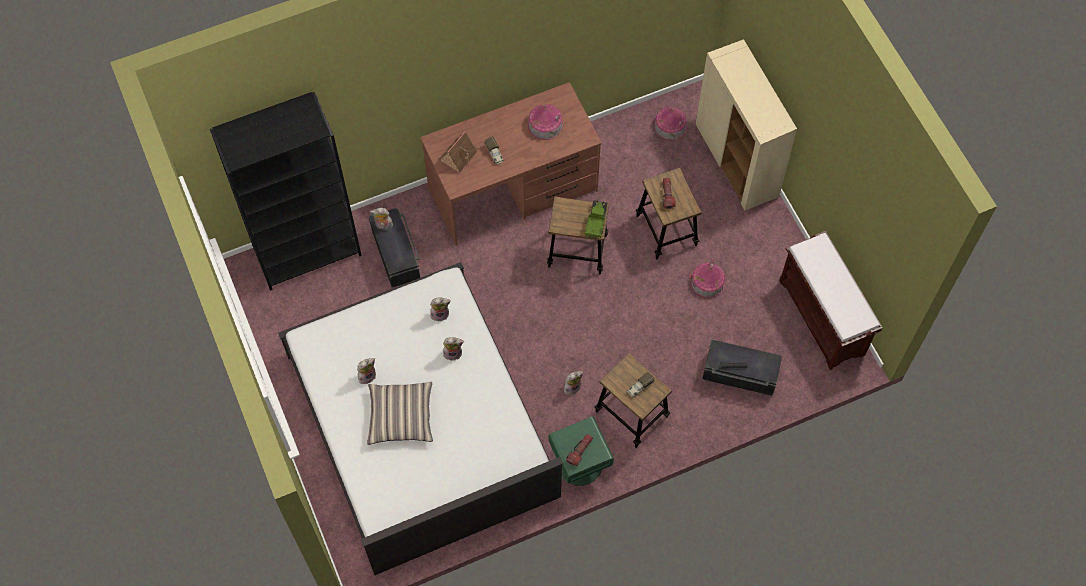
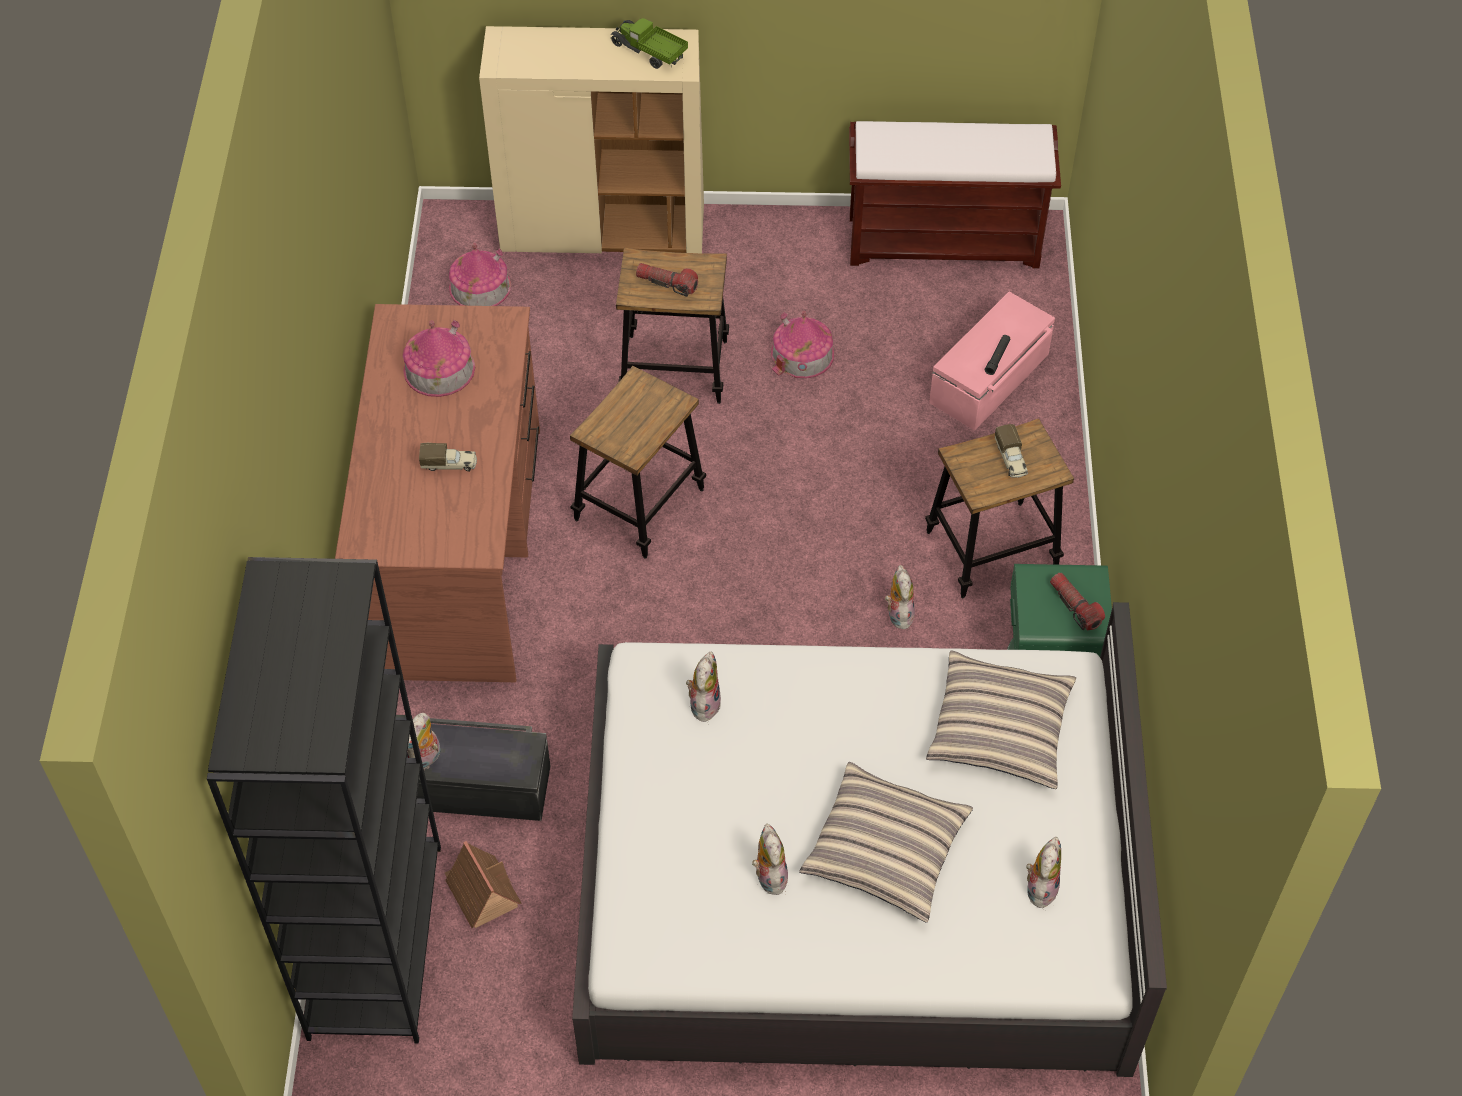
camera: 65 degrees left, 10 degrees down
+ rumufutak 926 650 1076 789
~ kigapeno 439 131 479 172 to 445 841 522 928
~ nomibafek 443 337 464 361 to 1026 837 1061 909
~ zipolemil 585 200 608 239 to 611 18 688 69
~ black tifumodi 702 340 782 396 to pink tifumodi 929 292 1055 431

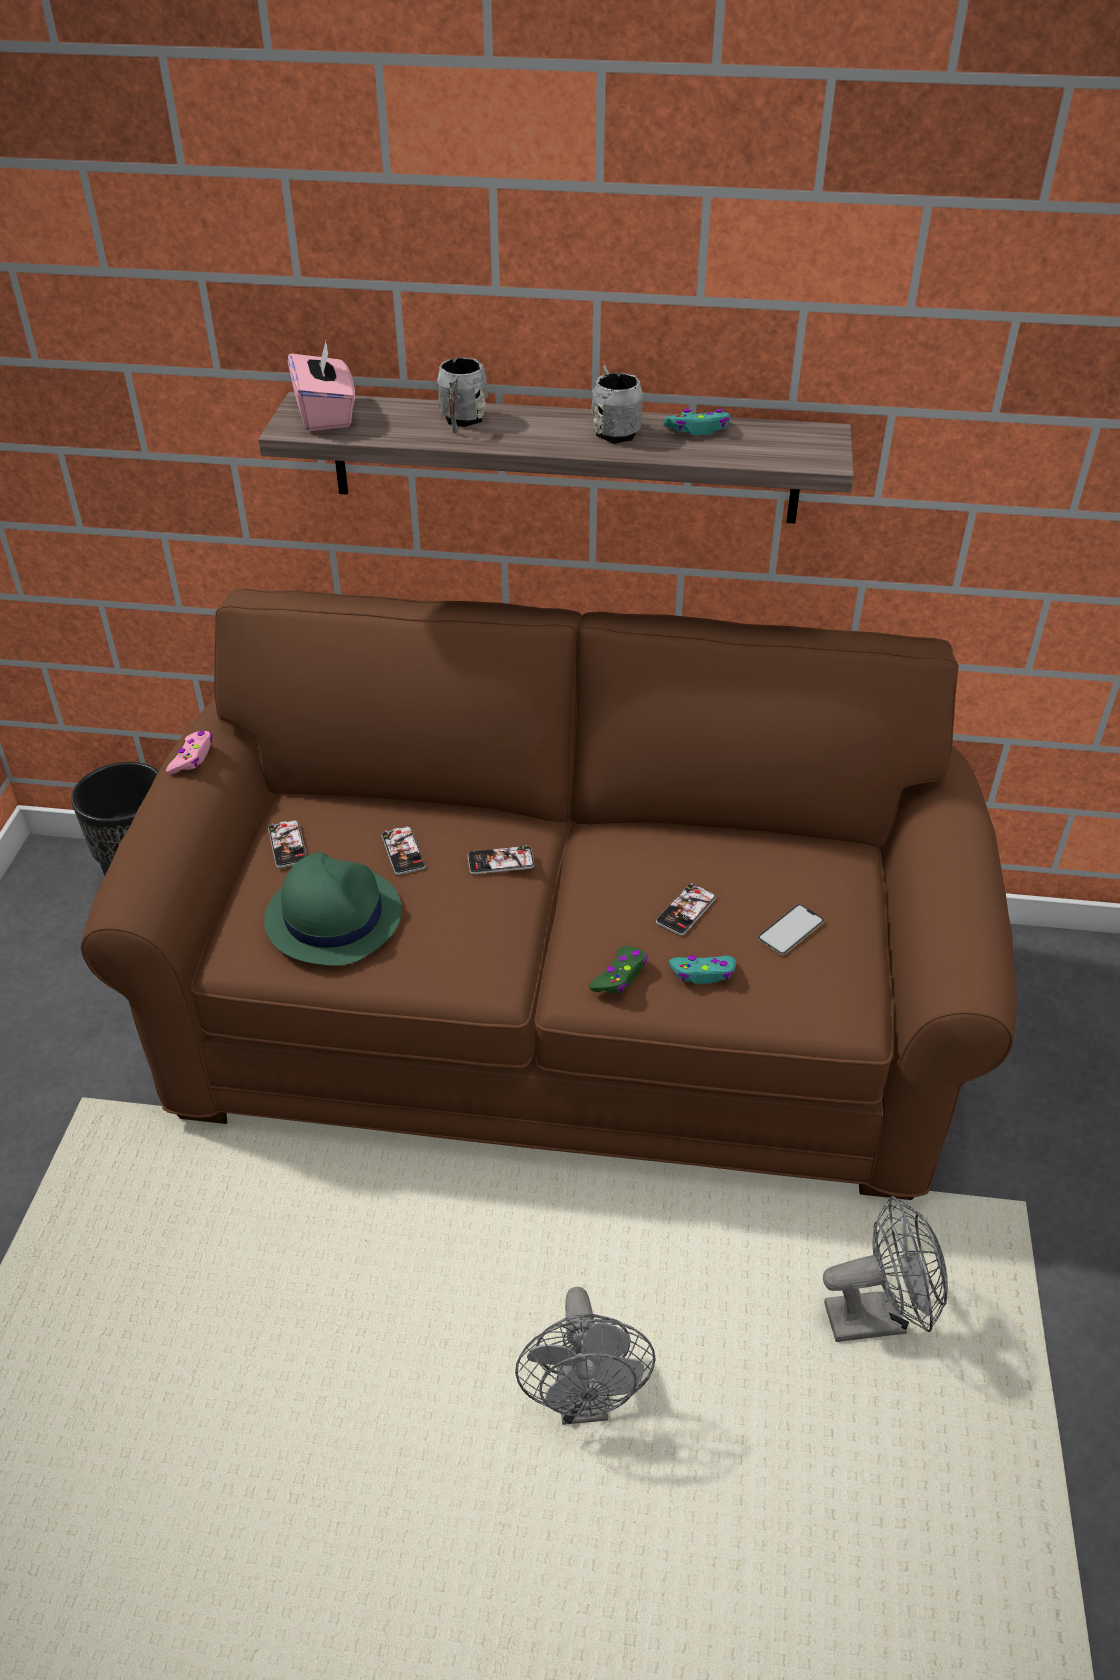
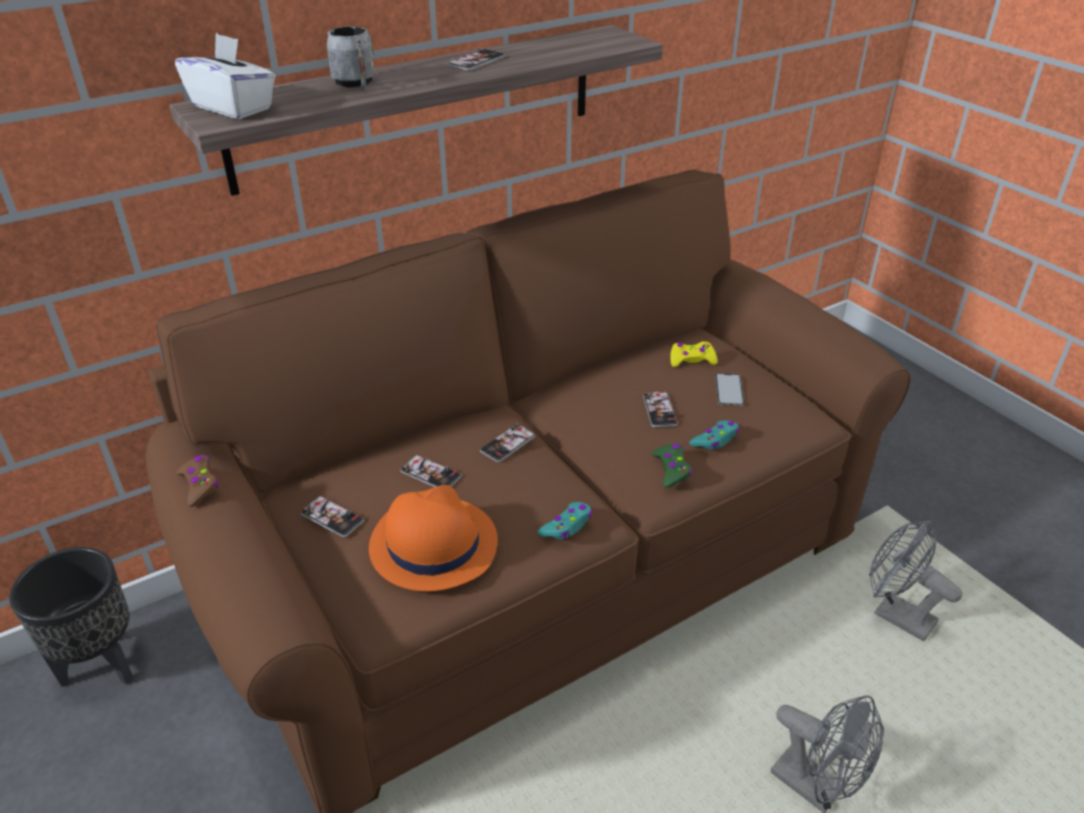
camera: 40 degrees left, 5 degrees down
+ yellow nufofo 670 341 718 367
~ turquoise nufofo 663 409 731 435 to 538 502 593 539
~ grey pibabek 591 365 643 444 to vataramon 448 48 505 71
~ pink nufofo 166 731 212 774 to brown nufofo 176 455 218 507
~ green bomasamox 264 852 402 966 to orange bomasamox 369 485 498 591
~ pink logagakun 288 341 355 431 to white logagakun 175 33 275 119
~ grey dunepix 823 1196 948 1342 = 869 520 962 641 90 degrees counterclockwise

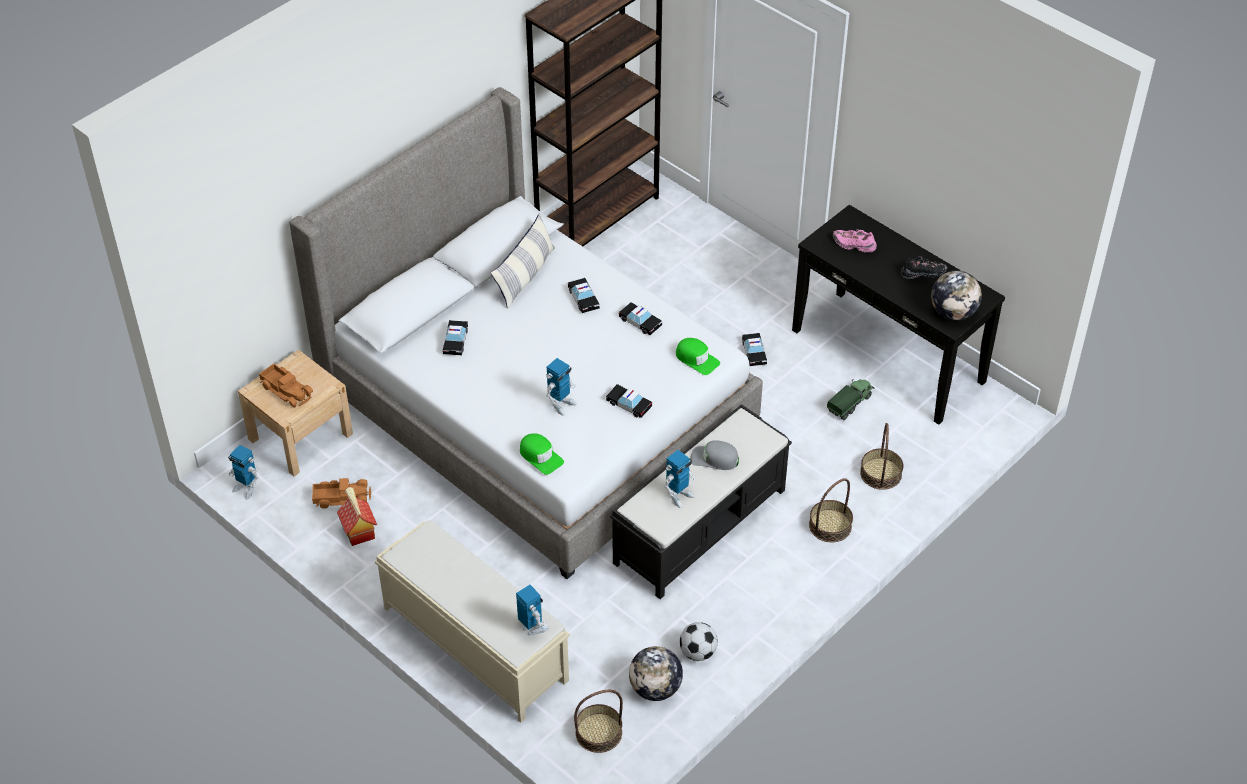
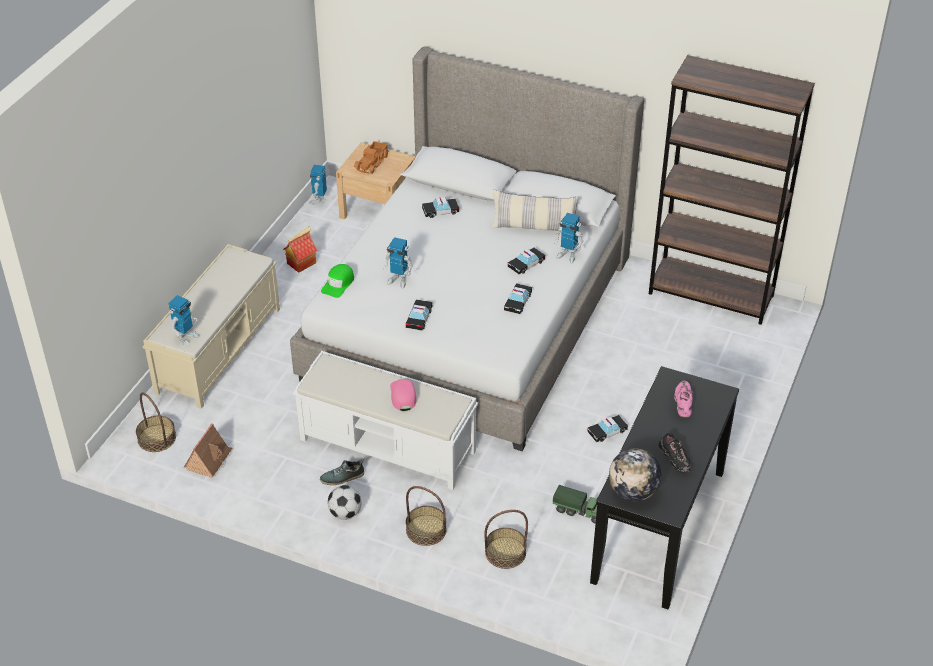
camera: 70 degrees right, 5 degrees down
- zipolemil 312 478 371 509
- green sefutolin 676 338 720 375
+ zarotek 320 459 364 485
~ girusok 665 450 695 508 to 554 213 583 263
~ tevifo 680 622 718 661 to 328 485 362 520
~ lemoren 629 646 683 701 to kigapeno 184 423 232 478
~ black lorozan 610 404 792 599 to white lorozan 293 351 478 490
~ grey sefutolin 690 440 739 470 to pink sefutolin 390 379 417 411

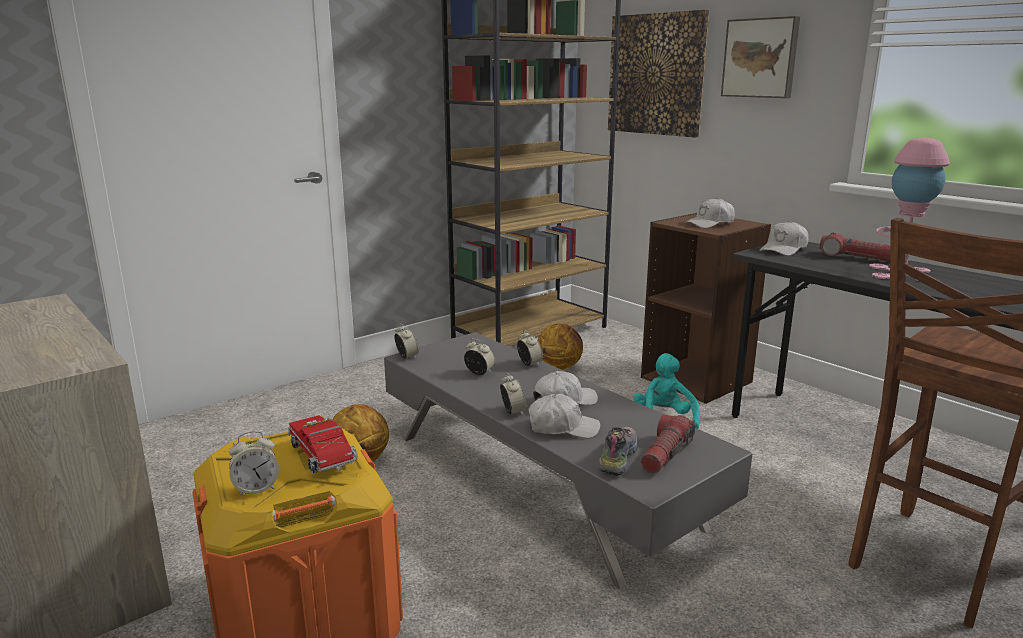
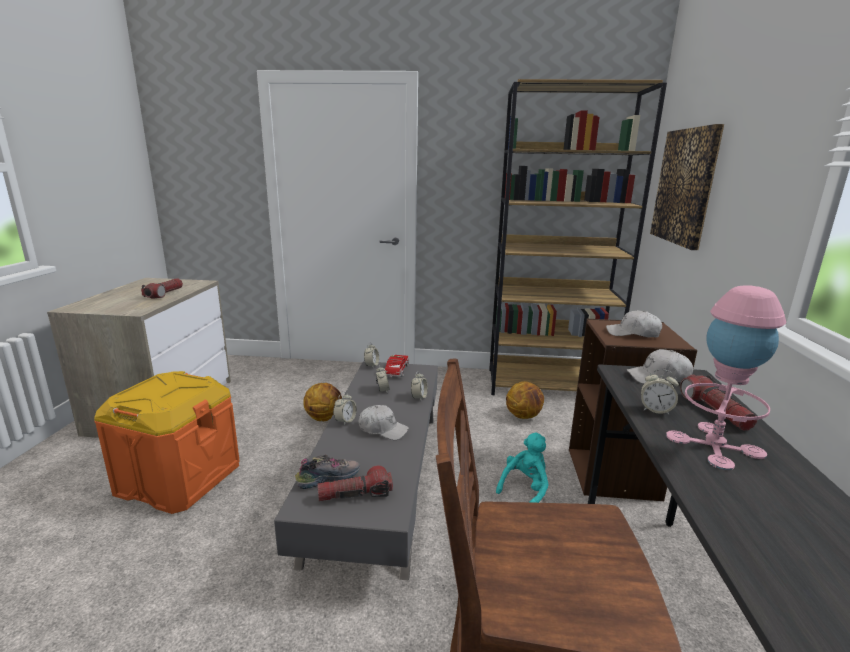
camera: 45 degrees right, 0 degrees up
- white sefutolin 529 394 600 438
- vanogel 721 16 800 98
+ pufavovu 141 278 183 298
~ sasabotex 229 431 279 496 to 641 369 679 415
~ zipolemil 288 415 357 473 to 383 355 409 377

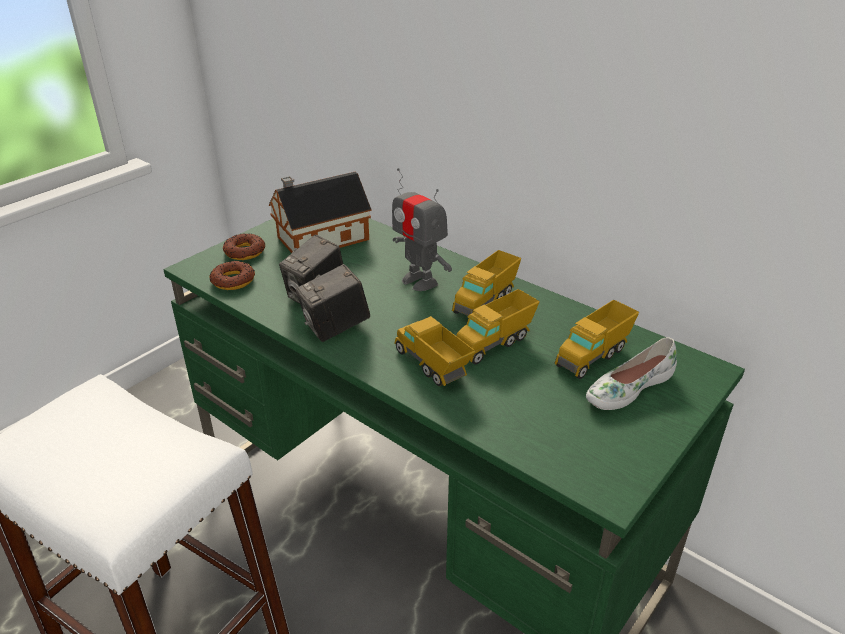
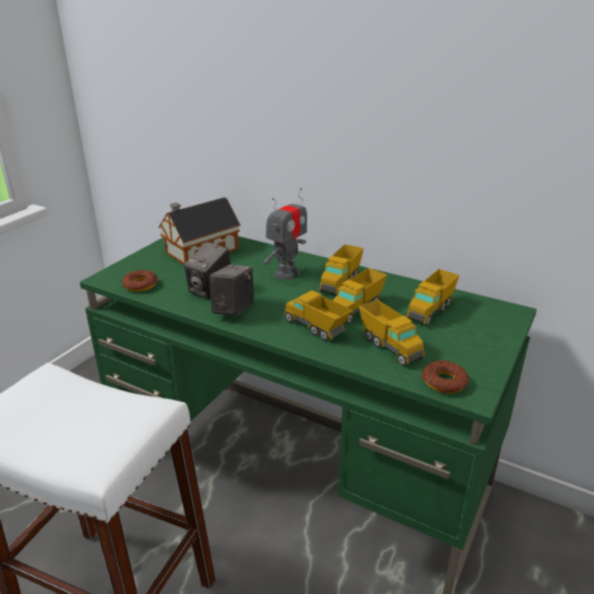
camera: 10 degrees left, 5 degrees down
- white zarotek 586 337 677 410
+ zipolemil 359 300 425 366
~ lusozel 223 233 265 260 to 421 360 469 393
~ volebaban 295 264 370 342 = 210 265 254 316 150 degrees clockwise
~ girusok 392 168 452 291 = 264 188 307 280 90 degrees counterclockwise

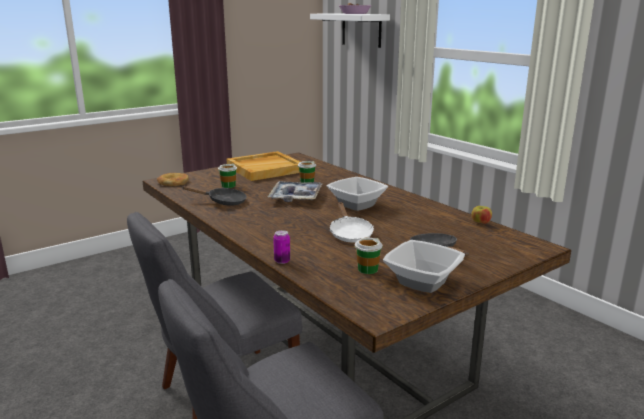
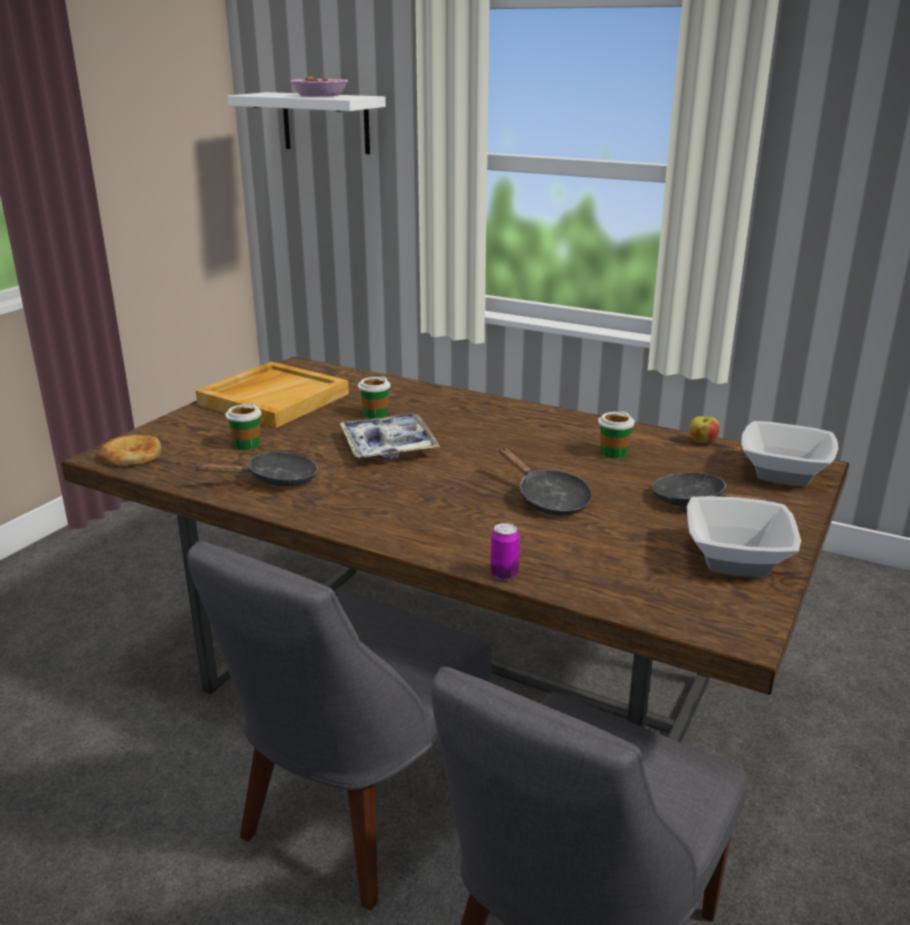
camera: 25 degrees left, 5 degrees up
~ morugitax 327 177 388 211 to 741 421 839 487
~ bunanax 355 238 382 274 to 598 411 635 459
~ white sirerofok 329 202 374 243 to black sirerofok 499 447 592 516

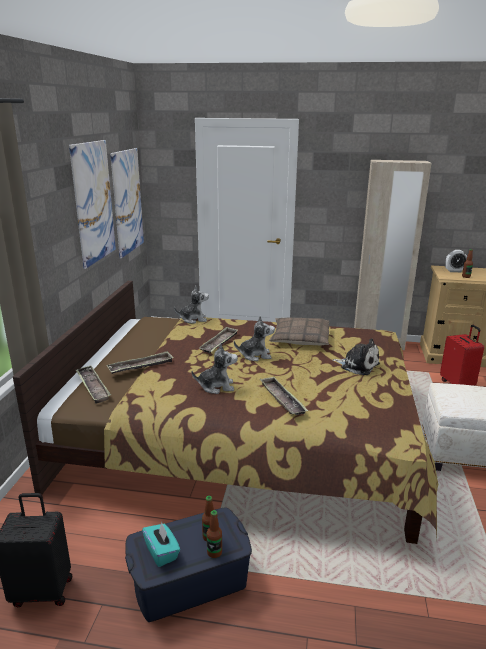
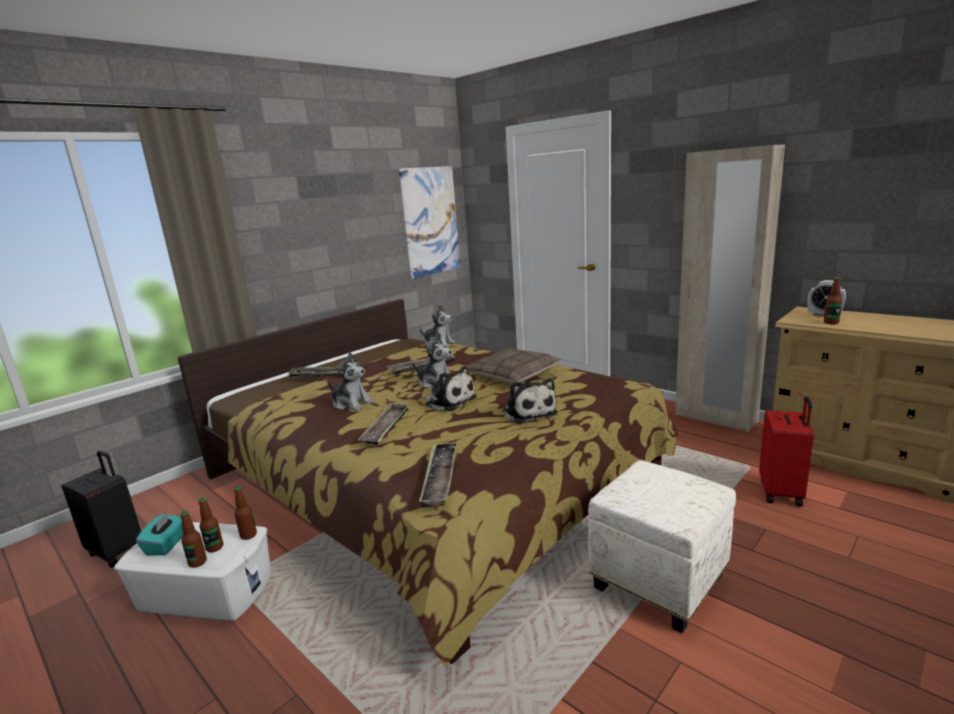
camera: 35 degrees right, 5 degrees down
- vanogel 69 140 116 269
+ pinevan 234 486 257 540
+ nomibafek 421 366 476 411
~ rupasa 75 365 111 404 to 419 442 457 508
~ blue tifumodi 125 507 252 622 to white tifumodi 114 522 271 621

